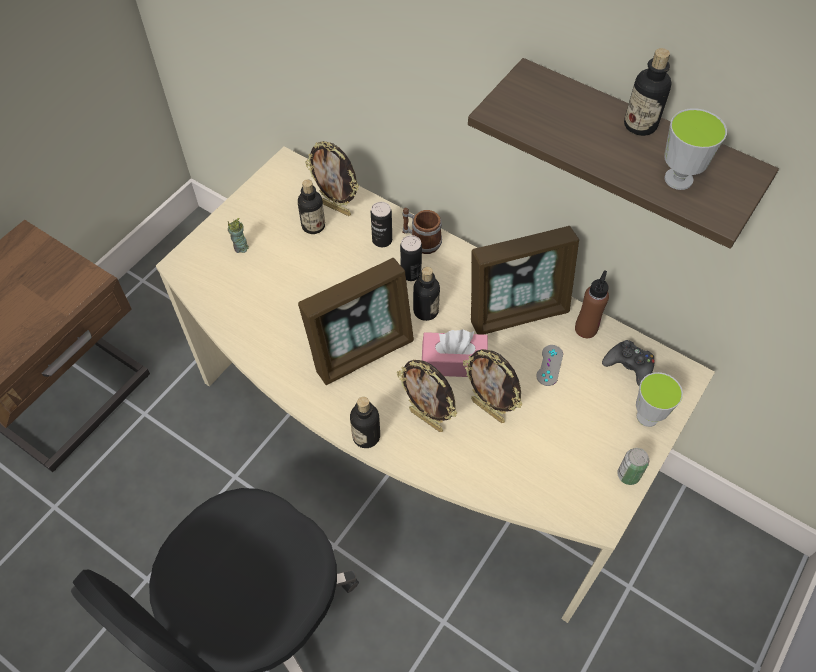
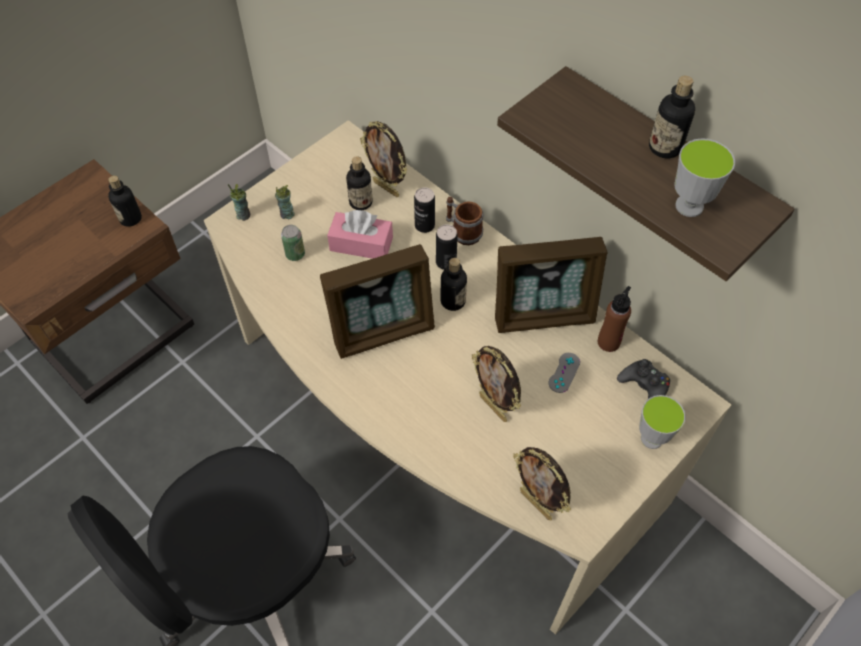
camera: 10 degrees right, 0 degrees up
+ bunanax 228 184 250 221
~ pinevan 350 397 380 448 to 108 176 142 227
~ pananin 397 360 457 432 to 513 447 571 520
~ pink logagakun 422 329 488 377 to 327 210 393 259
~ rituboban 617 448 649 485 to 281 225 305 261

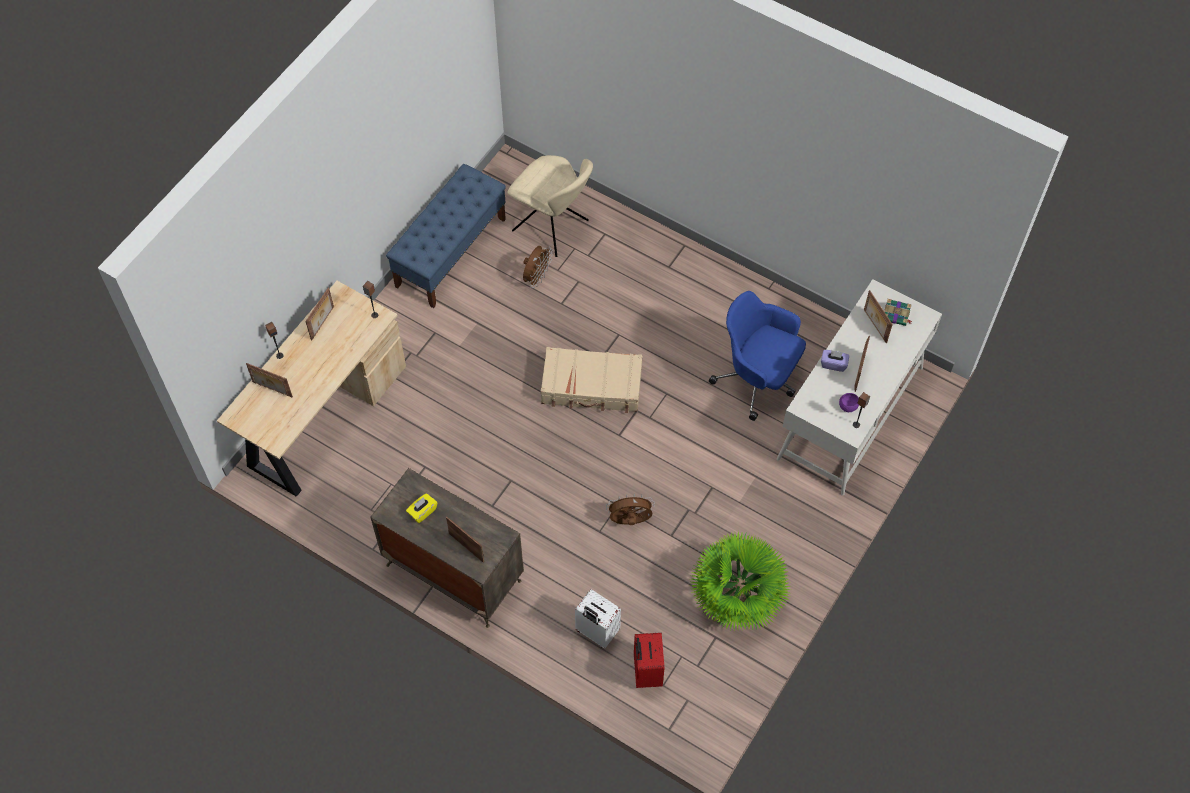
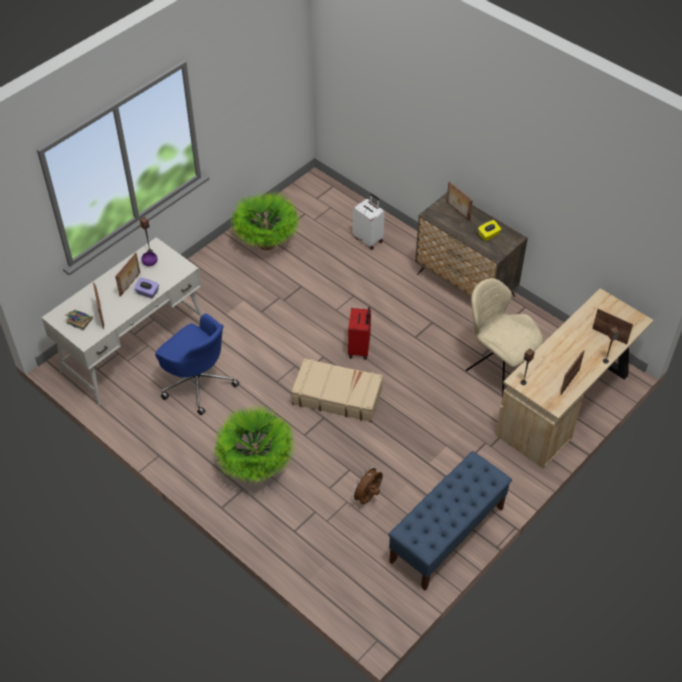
camera: 170 degrees left, 10 degrees down
- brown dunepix 606 494 655 525
+ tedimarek 212 404 296 484
~ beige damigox 507 155 593 257 to 466 278 543 396
~ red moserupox 634 633 665 688 to 348 307 371 360

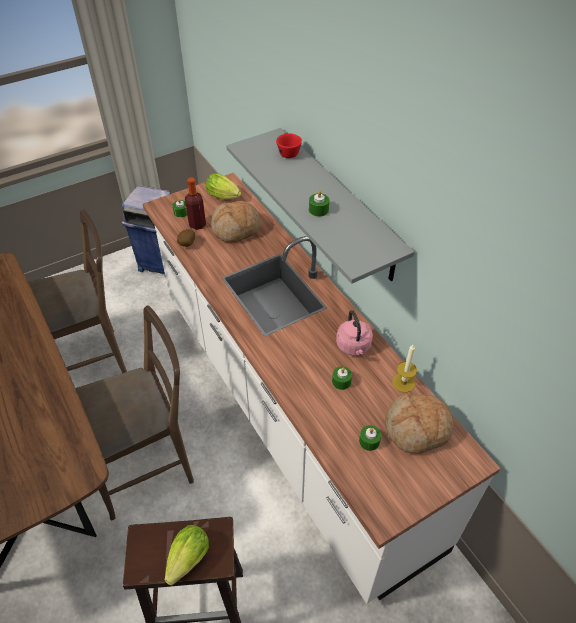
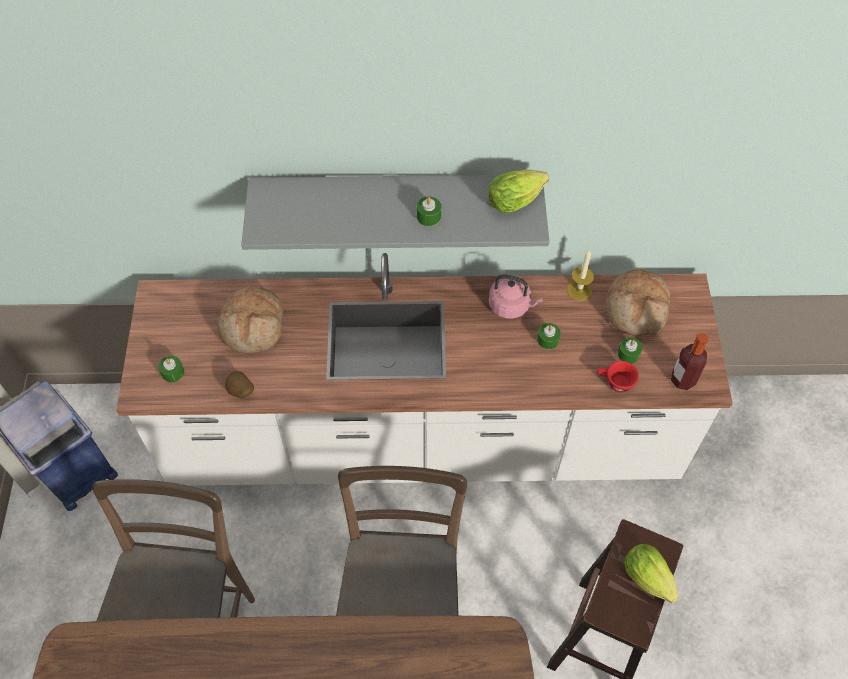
camera: 60 degrees left, 10 degrees up
~ pinevan 185 178 206 230 to 671 333 708 390
~ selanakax 206 173 241 199 to 488 169 549 213
~ red bunanax 276 133 302 158 to 597 361 639 393

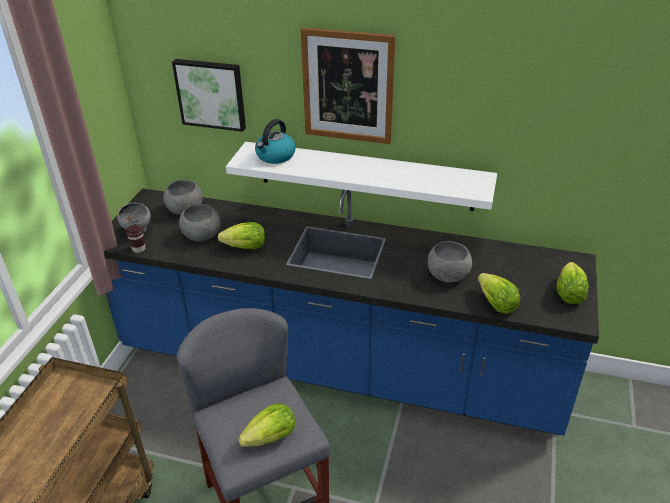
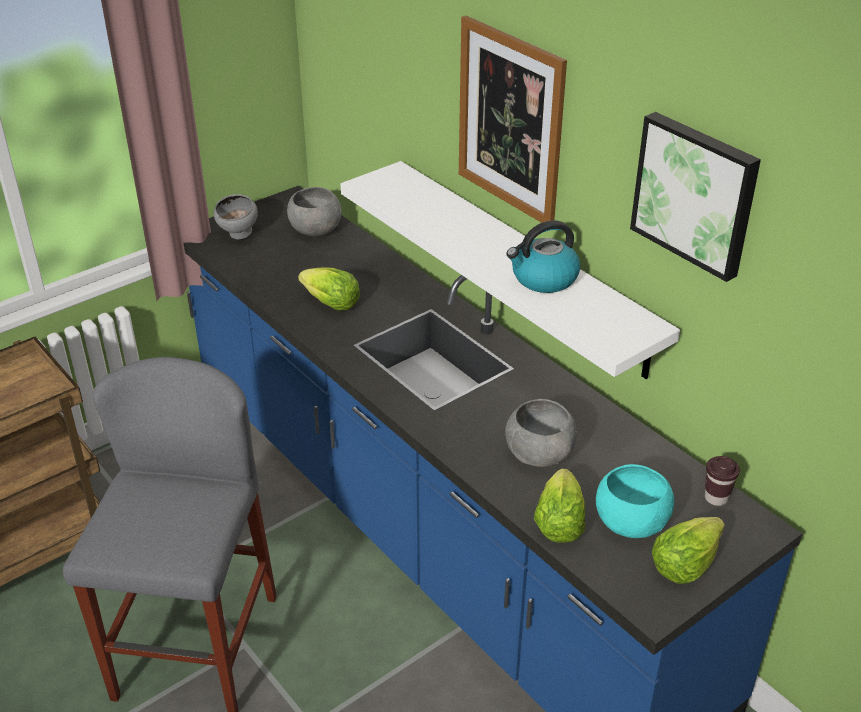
camera: 35 degrees right, 0 degrees up
- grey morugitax 179 204 220 241
- selanakax 238 404 295 447
+ turquoise morugitax 596 464 674 538
~ brown bunanax 125 224 145 253 to 705 456 740 506
~ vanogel 172 59 246 132 to 630 112 761 282
~ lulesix 255 119 296 164 to 506 220 581 293

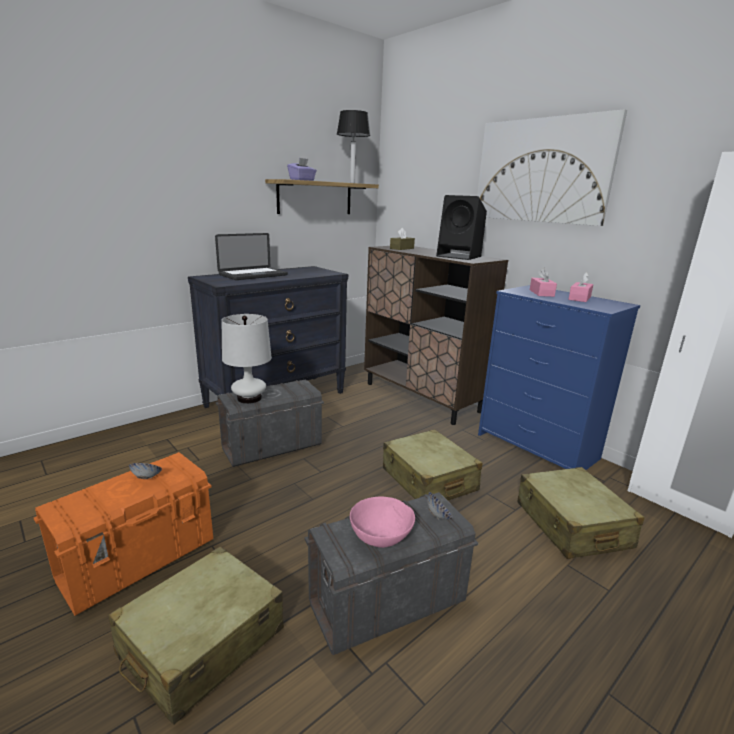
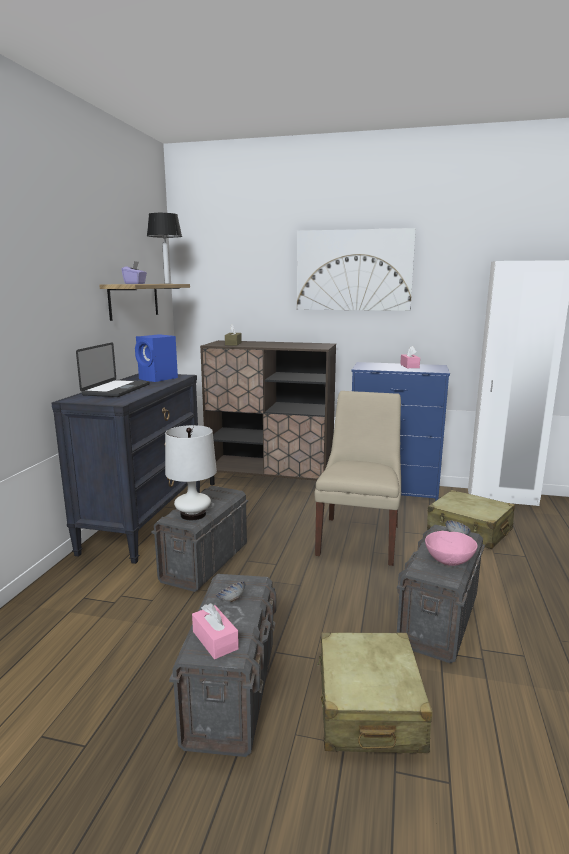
camera: 35 degrees left, 5 degrees down
- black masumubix 436 195 487 260
+ blue masumubix 135 334 178 382
~ pink logagakun 530 268 557 297 to 192 603 239 659
~ beige moserupox 383 429 483 501 to beige damigox 315 391 401 566
~ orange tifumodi 34 452 213 616 to grey tifumodi 169 574 276 757

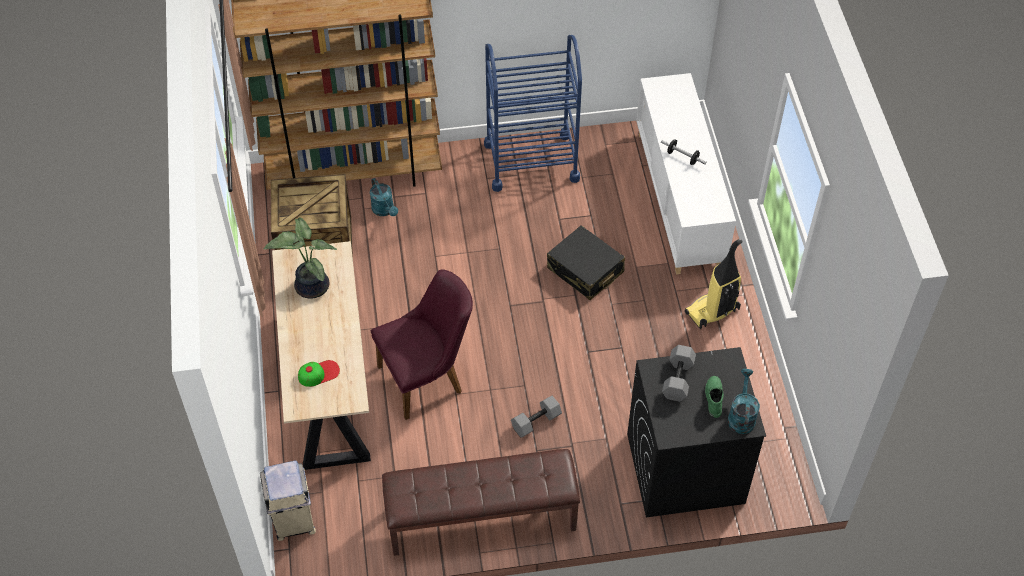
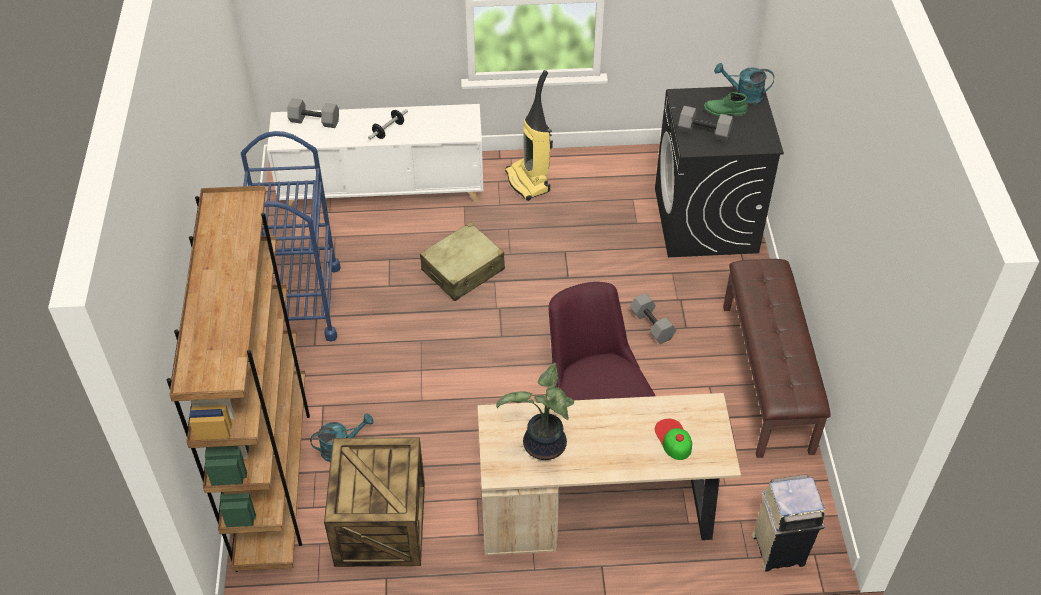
camera: 85 degrees left, 5 degrees down
+ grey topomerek 287 99 339 128
~ black moserupox 547 225 625 300 to beige moserupox 420 222 505 301

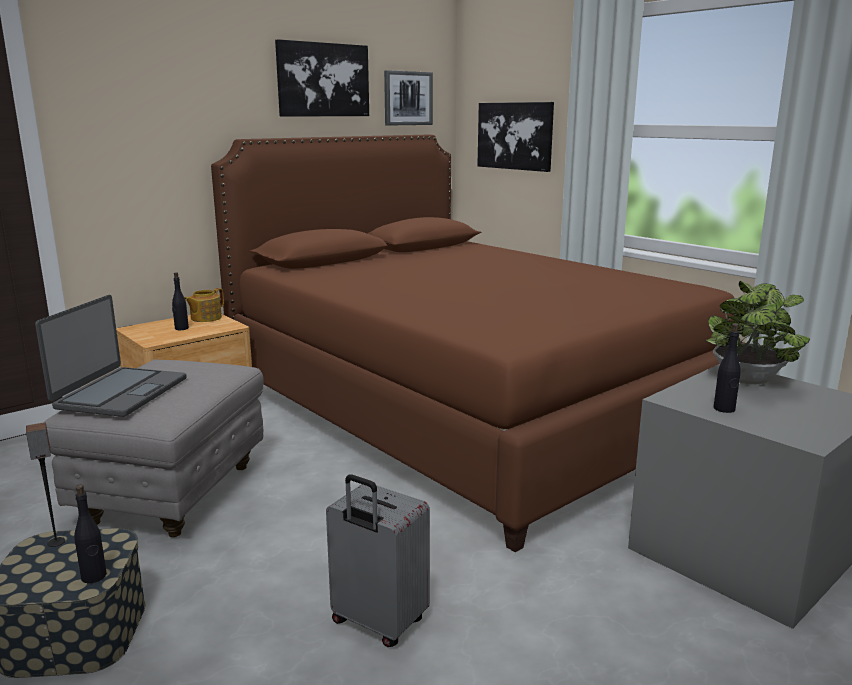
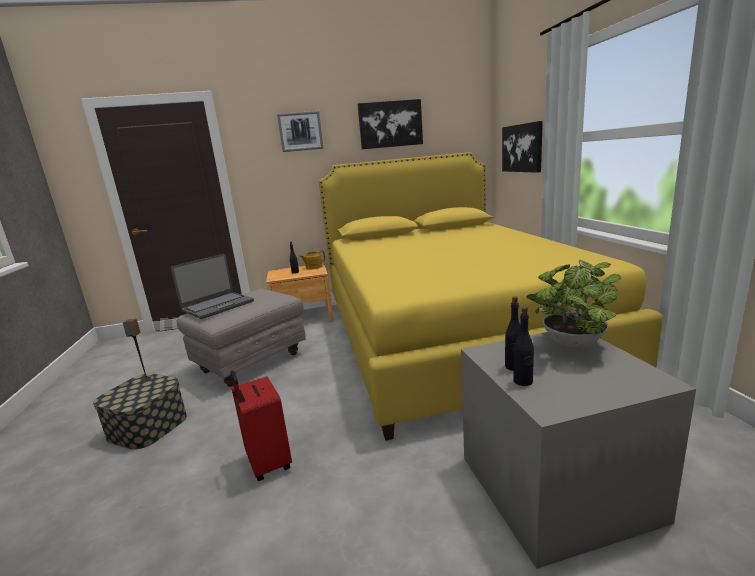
camera: 30 degrees right, 0 degrees up
~ black pinevan 74 484 107 583 to 513 307 534 386
~ vanogel 384 70 433 126 to 277 111 324 152
~ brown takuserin 211 135 744 552 to yellow takuserin 319 152 663 441
~ grey moserupox 326 474 430 647 to red moserupox 230 371 292 481

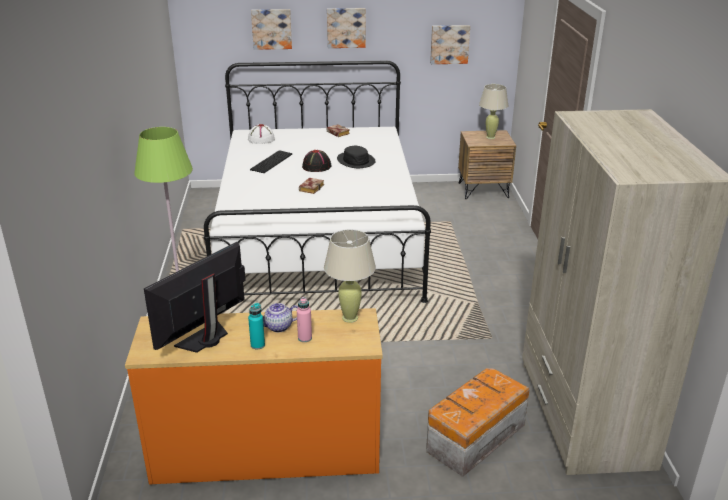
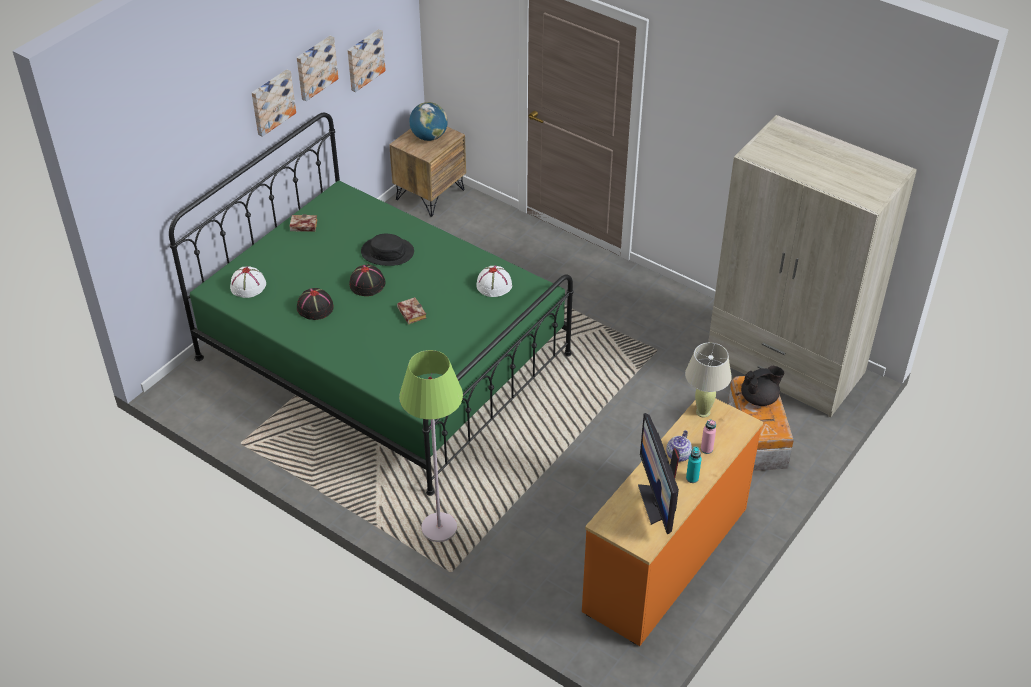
camera: 50 degrees left, 15 degrees up
+ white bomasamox 476 266 512 297
+ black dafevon 741 366 784 406
~ vanogel 251 9 292 50 to 297 36 338 101
~ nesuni 250 150 292 173 to black bomasamox 297 288 333 320
~ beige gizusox 479 84 508 139 to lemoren 409 102 448 141
~ white takuserin 204 61 431 303 to green takuserin 169 112 574 496

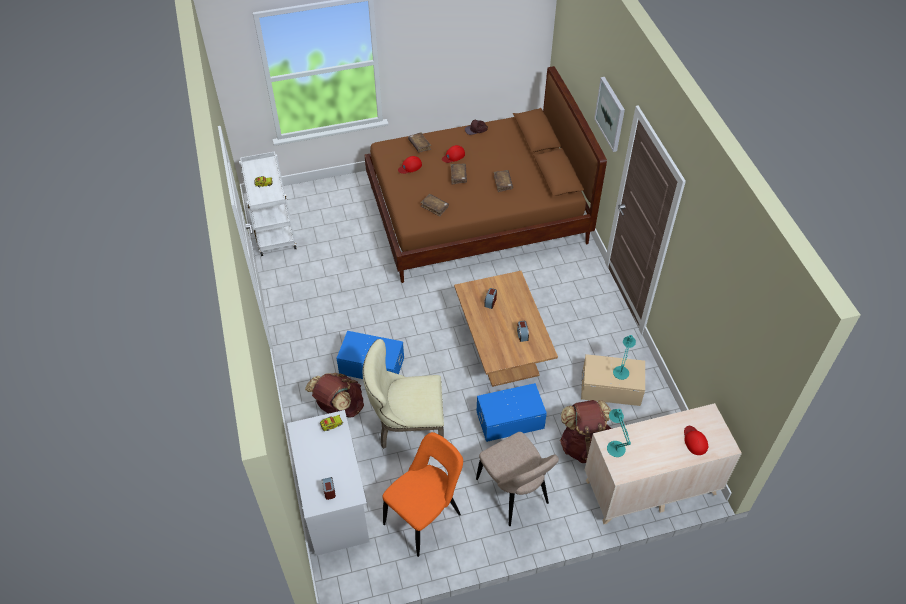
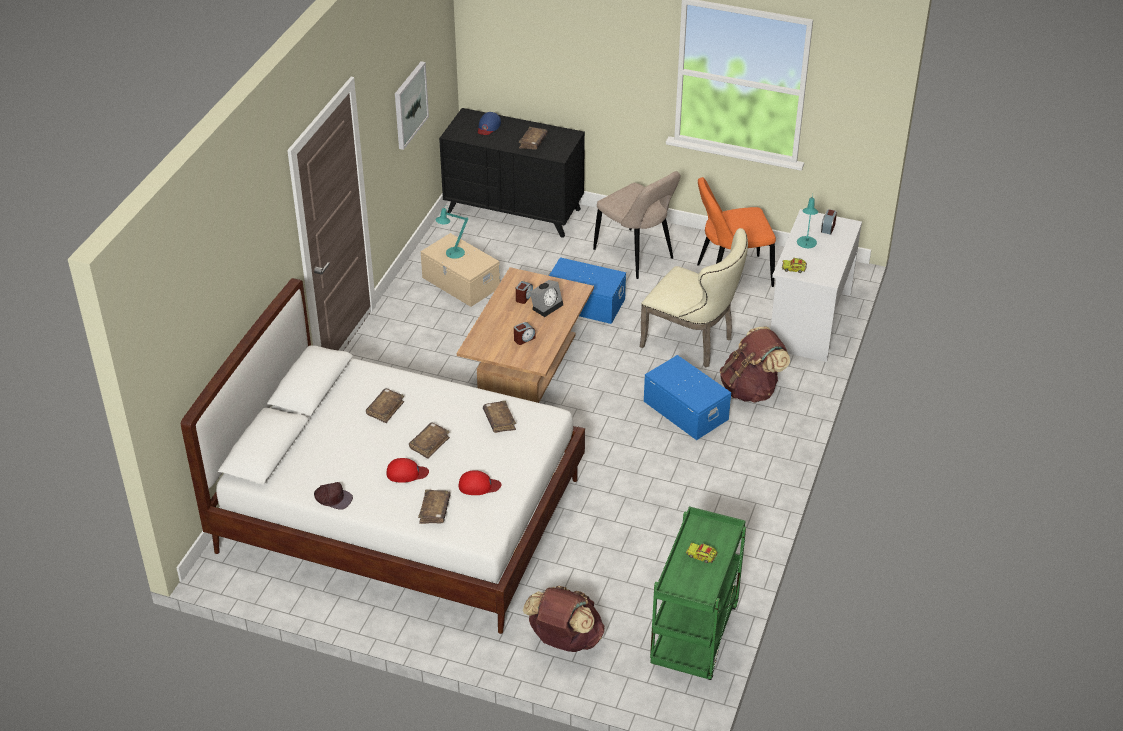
camera: 145 degrees left, 10 degrees down
+ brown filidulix 518 127 548 150
+ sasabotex 530 280 563 317
~ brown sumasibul 560 400 612 463 to 523 586 604 652
~ vanogel 594 77 625 152 to 395 61 429 150
~ turquoise gizusox 607 409 631 457 to 797 194 818 248
~ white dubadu 239 151 297 256 to green dubadu 650 506 746 680
~ brown takuserin 364 66 607 283 to white takuserin 181 278 585 634
~ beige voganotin 585 403 742 524 to black voganotin 439 108 585 238
~ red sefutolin 684 426 708 455 to blue sefutolin 478 112 501 135
~ beige damigox 476 432 559 526 = 593 171 681 279 135 degrees clockwise

